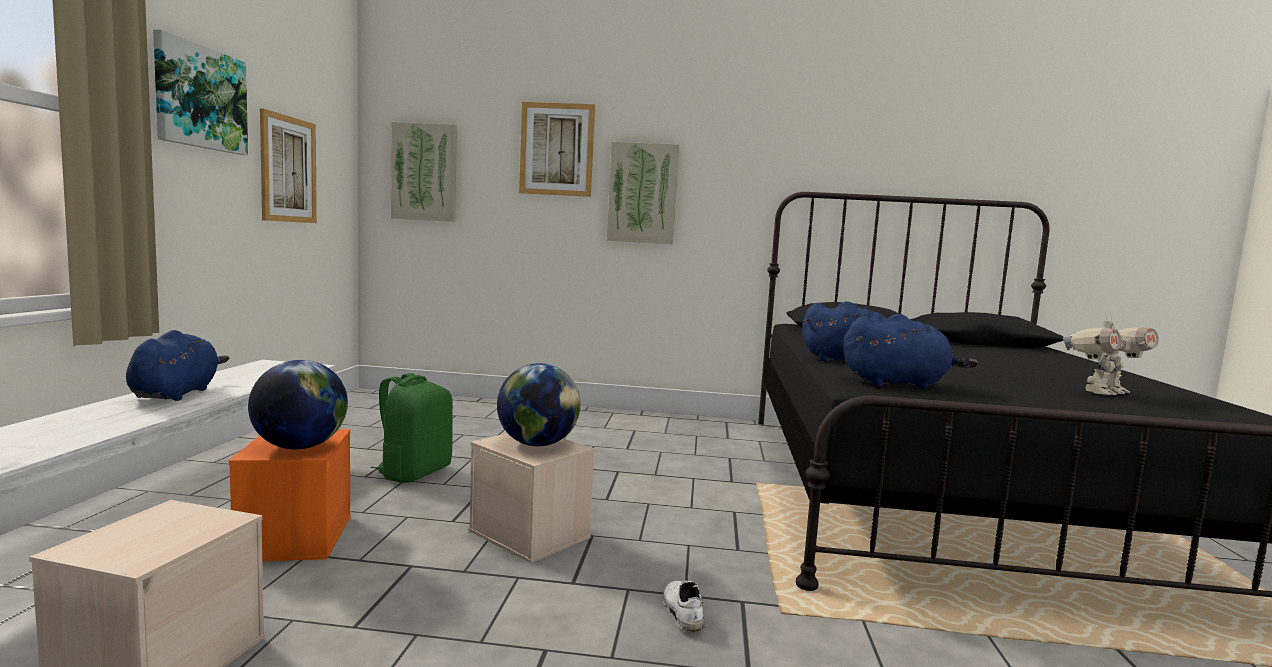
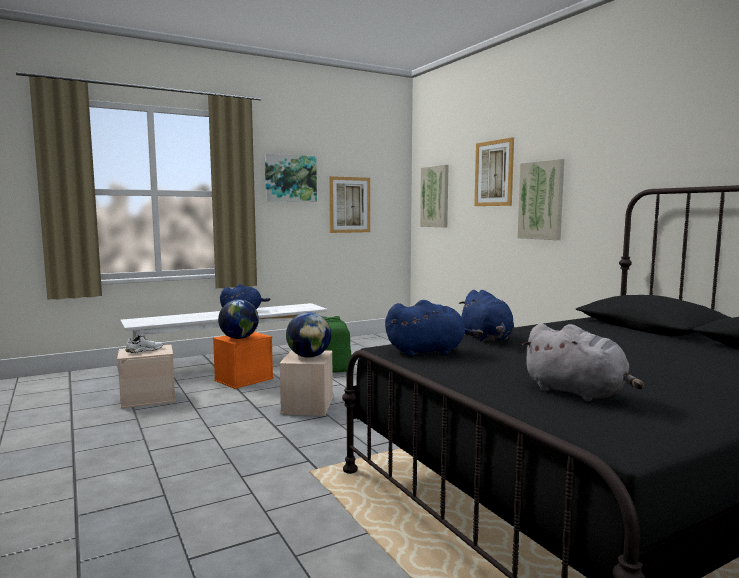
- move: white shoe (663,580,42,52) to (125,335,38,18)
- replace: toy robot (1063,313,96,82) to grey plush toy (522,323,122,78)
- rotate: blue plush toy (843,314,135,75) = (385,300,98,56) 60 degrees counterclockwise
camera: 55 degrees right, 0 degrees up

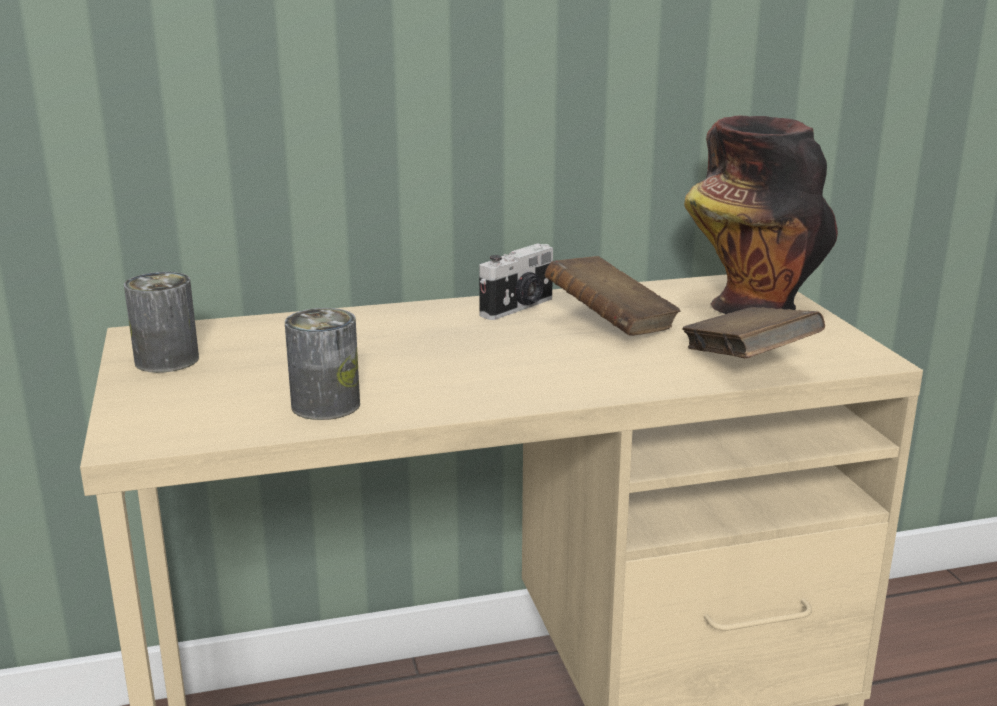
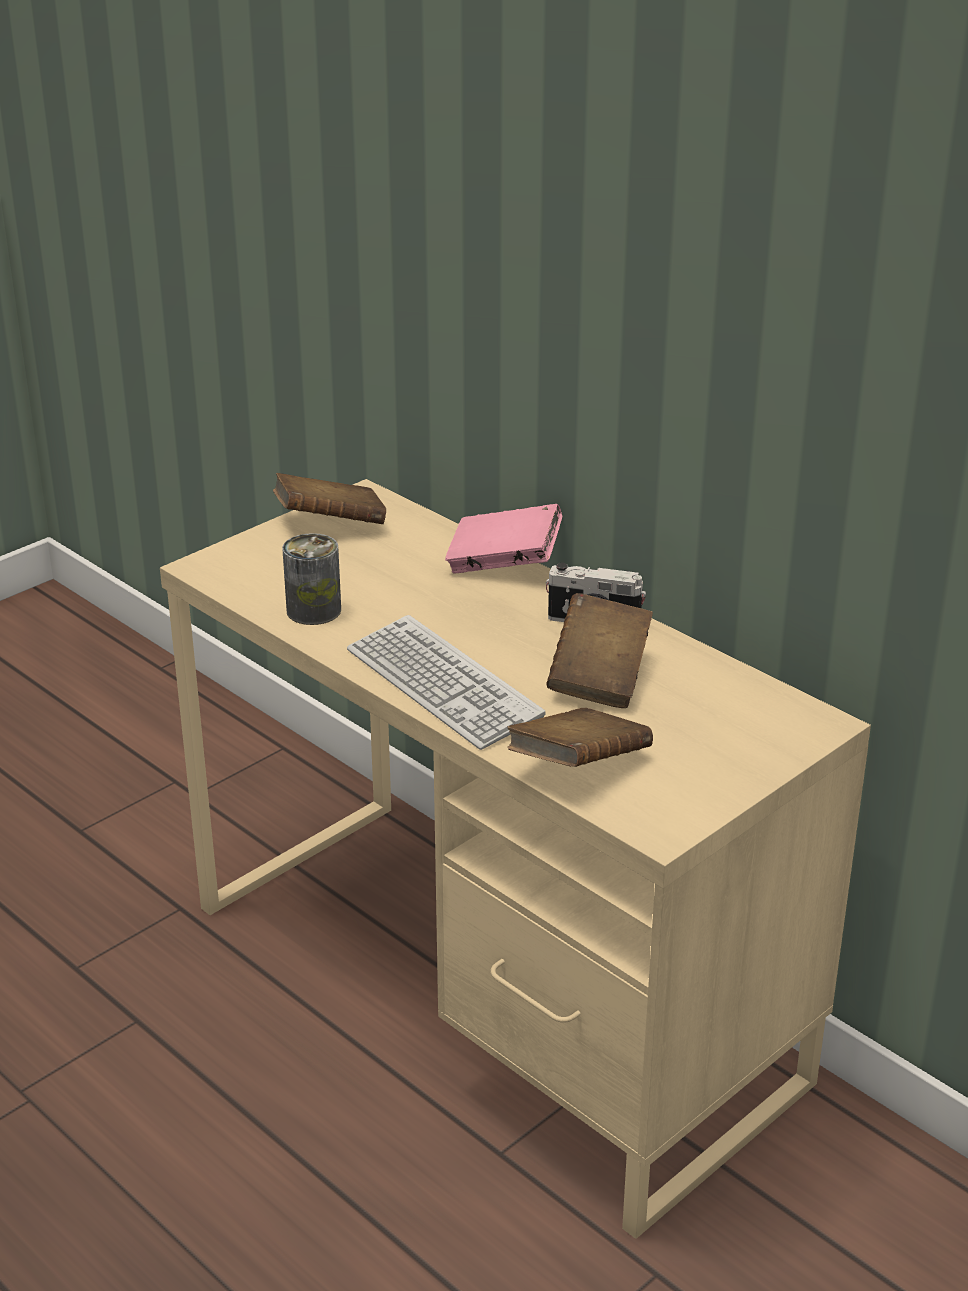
- delete: vase (684,116,154,198)
- insert: keyboard (347,615,198,135)
- insert: pink book (445,504,117,69)
- replace: can (124,272,75,101) to brown book (273,473,113,51)
camera: 60 degrees right, 10 degrees up

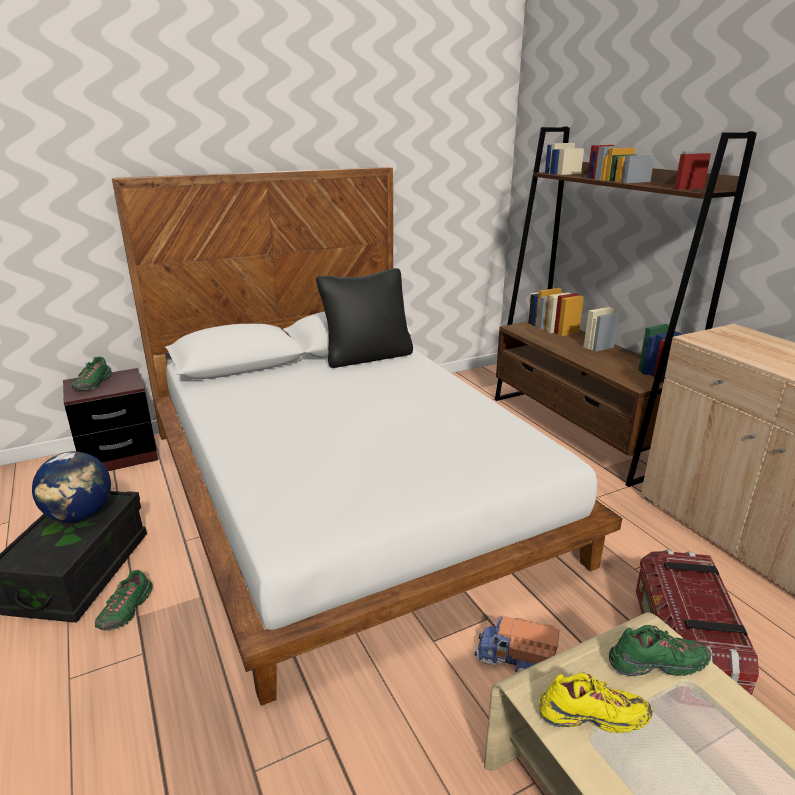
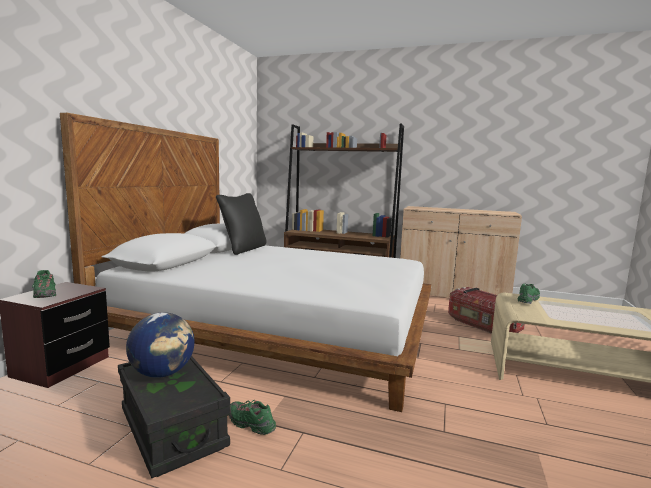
- delete: toy truck (475,616,85,56)
- delete: yellow shoe (539,673,115,60)
- rotate: green shoe (95,570,58,60) = (229,400,47,35) 150 degrees clockwise
camera: 45 degrees left, 15 degrees down

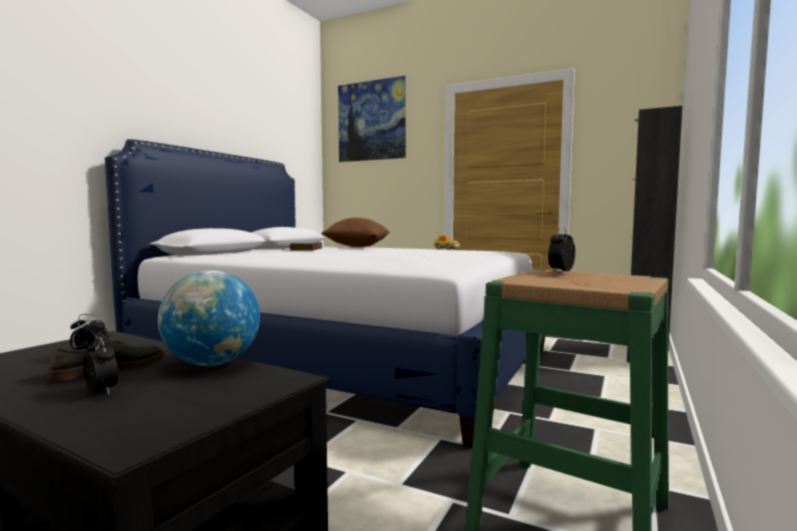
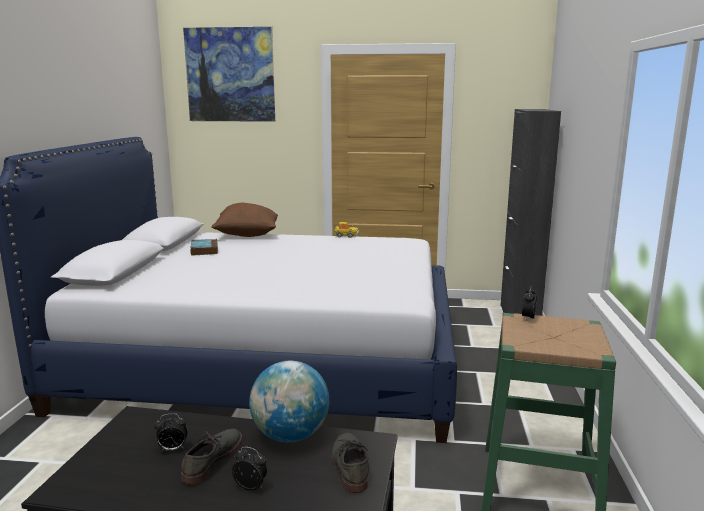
- insert: grey shoe (331,433,38,60)
camera: 20 degrees left, 10 degrees up

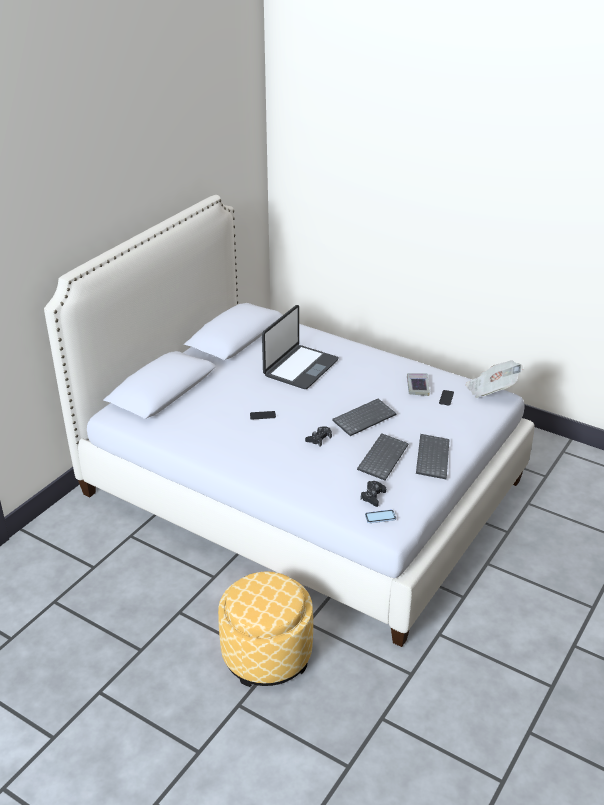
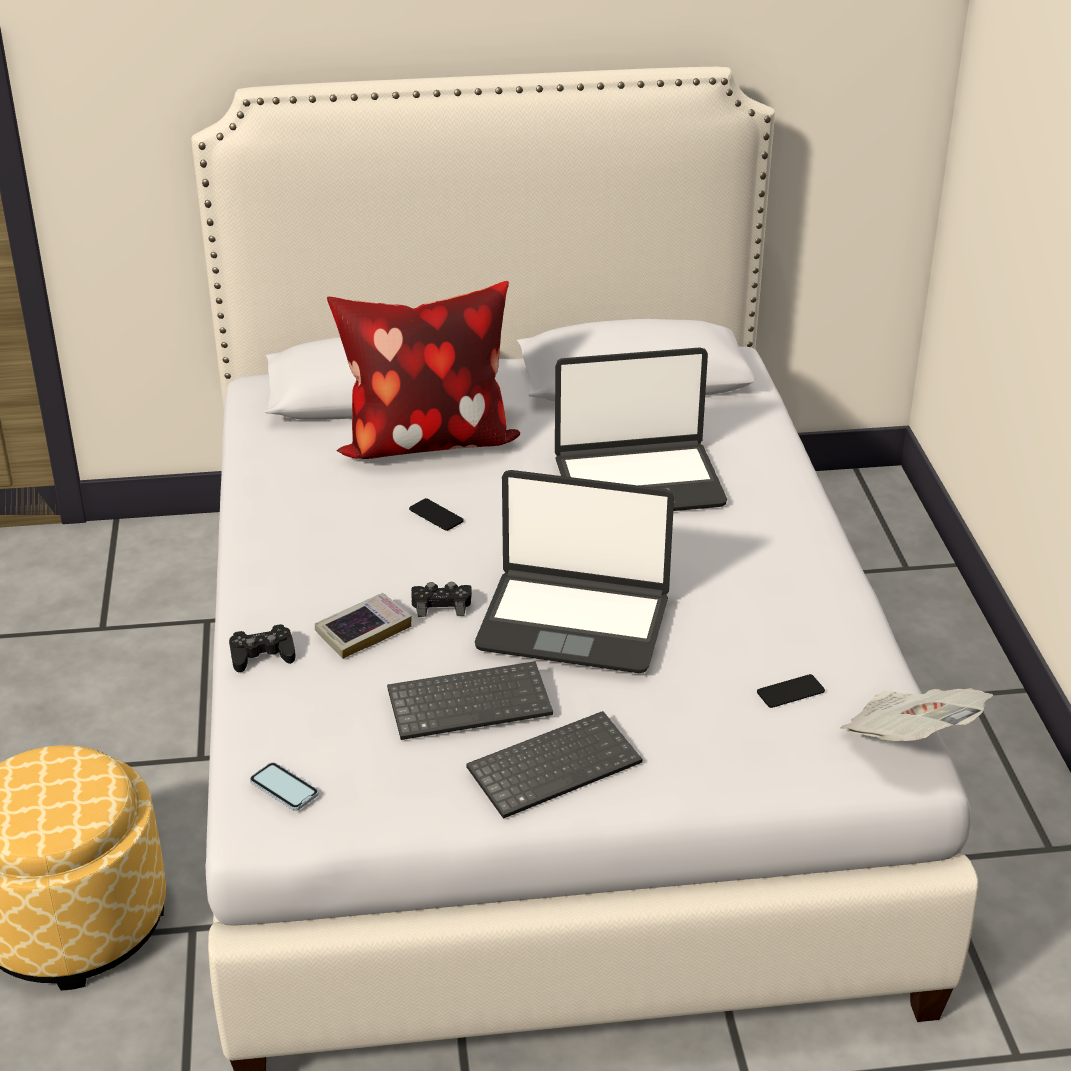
- insert: pillow (327,281,193,178)
- move: black game controller (360,481,26,26) to (229,624,67,48)
- move: book (407,373,23,23) to (315,593,97,66)
- replace: keyboard (332,398,65,38) to laptop (475,470,199,203)
camera: 50 degrees right, 0 degrees up

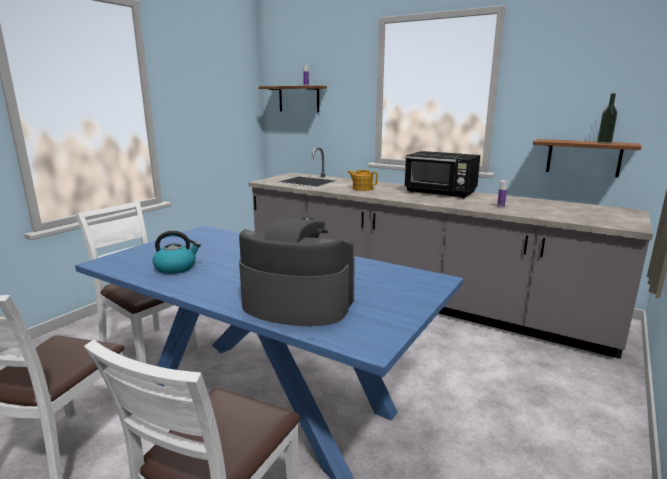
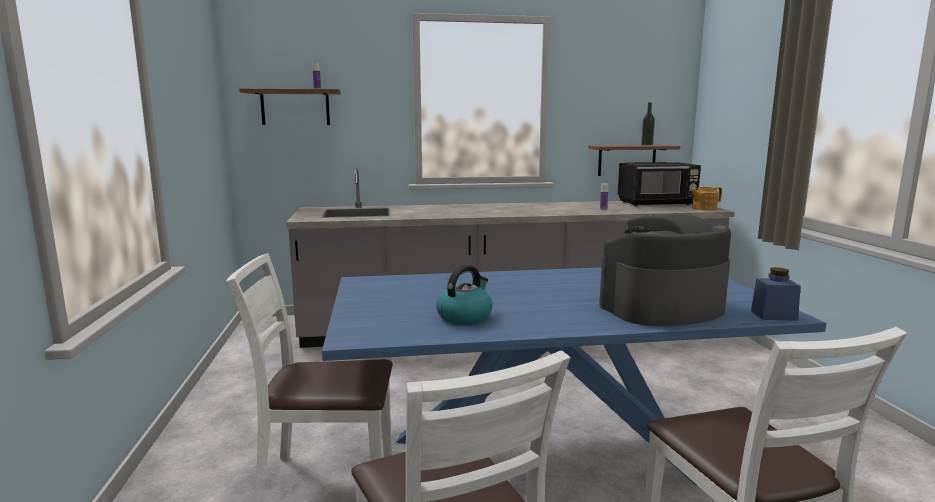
- insert: blue jar (751,267,50,54)
- move: teapot (347,170,31,21) to (689,187,33,23)
- move: black microwave (404,151,76,47) to (618,162,83,44)
camera: 40 degrees left, 5 degrees down

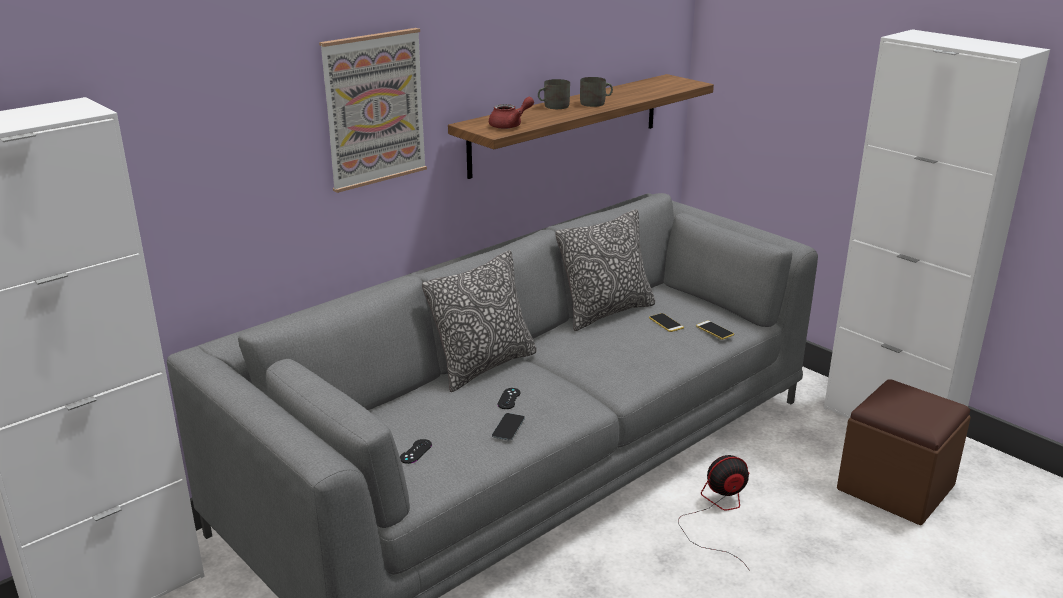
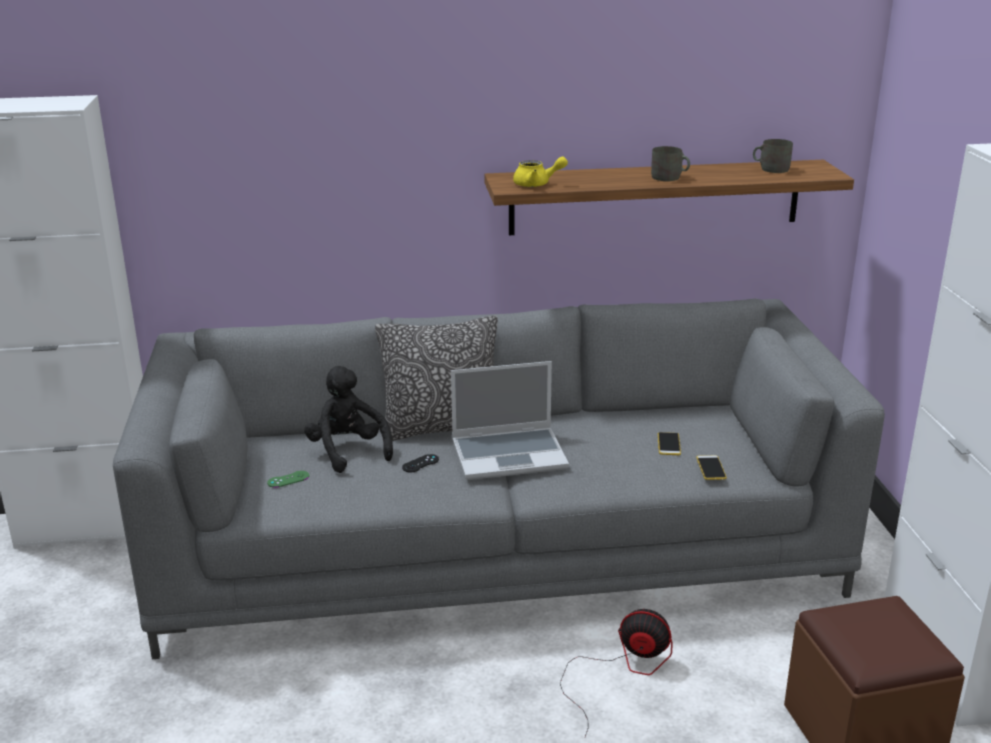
- delete: picture (319,28,108,165)
- delete: phone (492,413,33,27)
- delete: pillow (555,209,100,122)
- insert: black plush toy (304,366,89,107)
- insert: laptop (451,361,118,119)
- move: grey mug (538,79,32,30) to (753,139,40,34)
- recolor: black game controller (400,439,32,25) to green game controller (267,471,42,17)
- recolor: red teapot (489,97,45,32) to yellow teapot (513,156,55,31)
camera: 35 degrees right, 0 degrees up

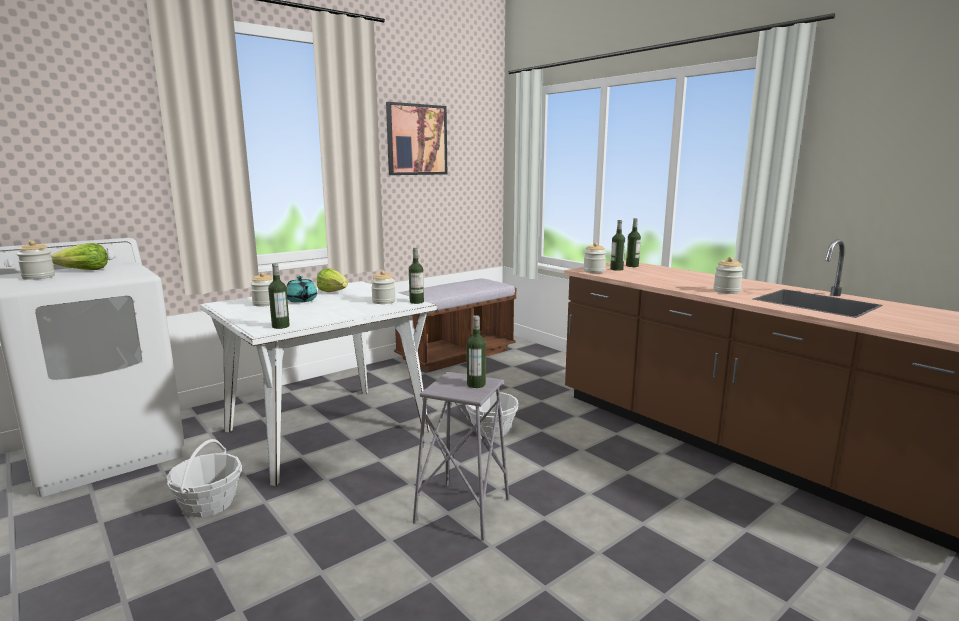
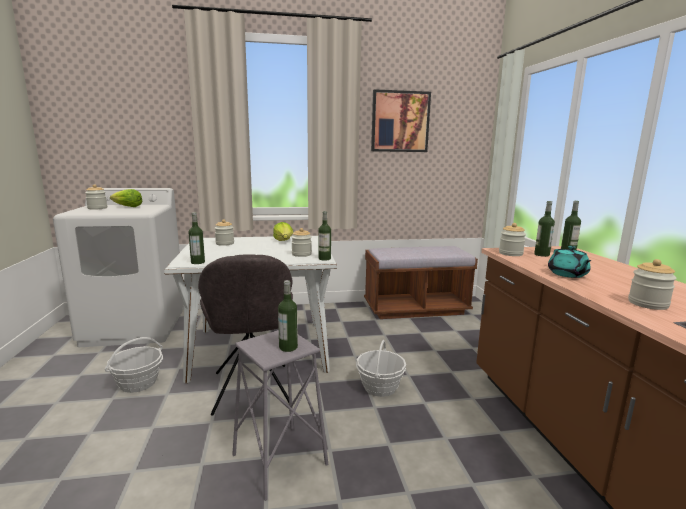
- insert: grey chair (198,254,95,162)
- move: turquoise teapot (286,276,31,27) to (548,246,43,32)
camera: 30 degrees right, 0 degrees up

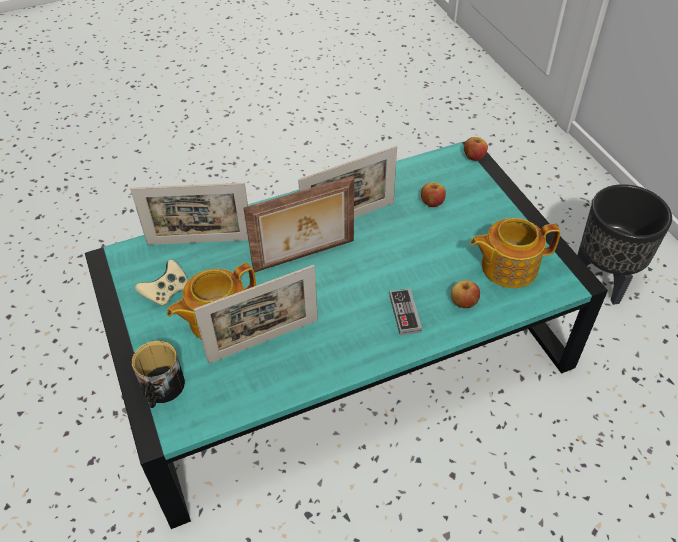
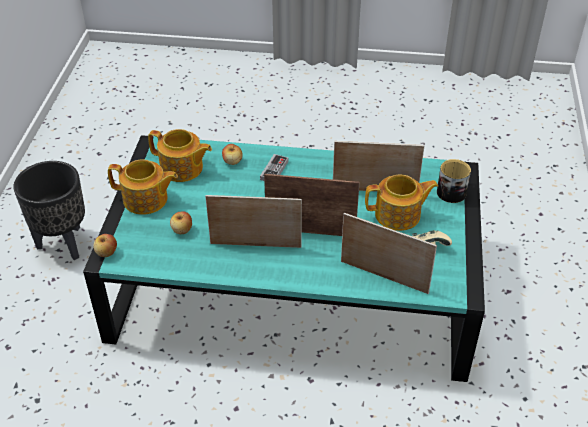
- insert: teapot (108,159,70,56)
camera: 150 degrees left, 5 degrees down

